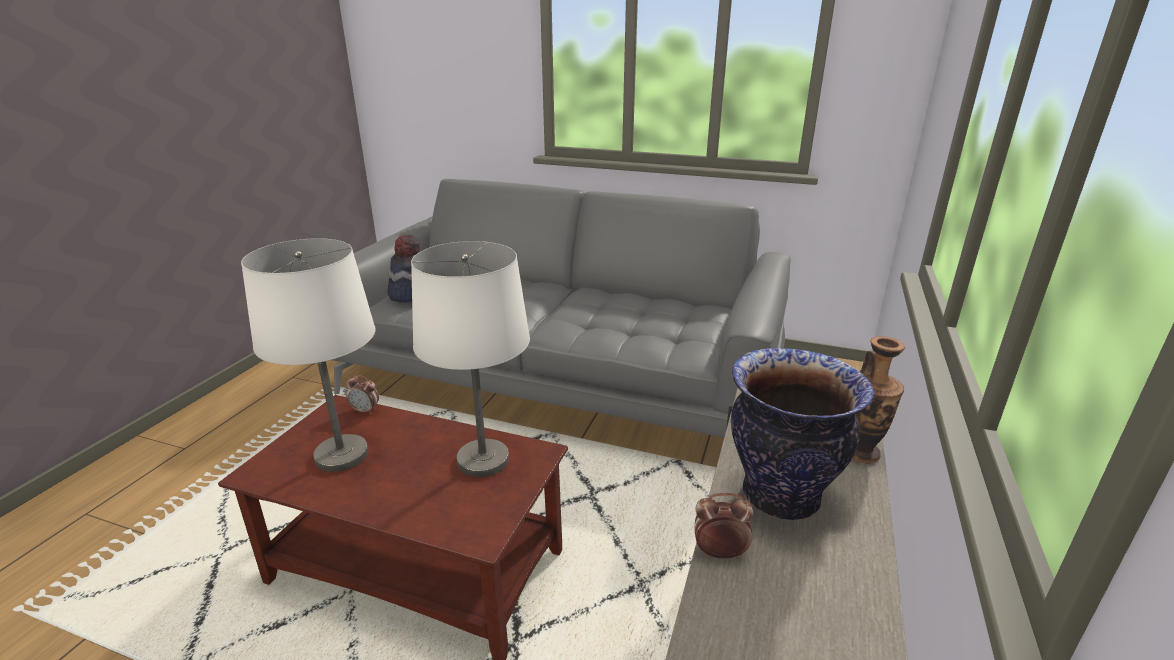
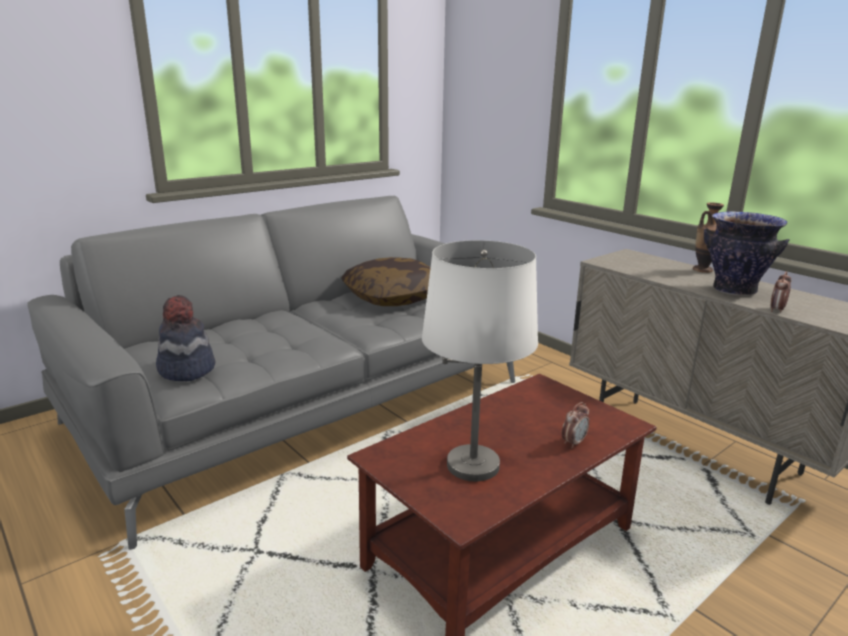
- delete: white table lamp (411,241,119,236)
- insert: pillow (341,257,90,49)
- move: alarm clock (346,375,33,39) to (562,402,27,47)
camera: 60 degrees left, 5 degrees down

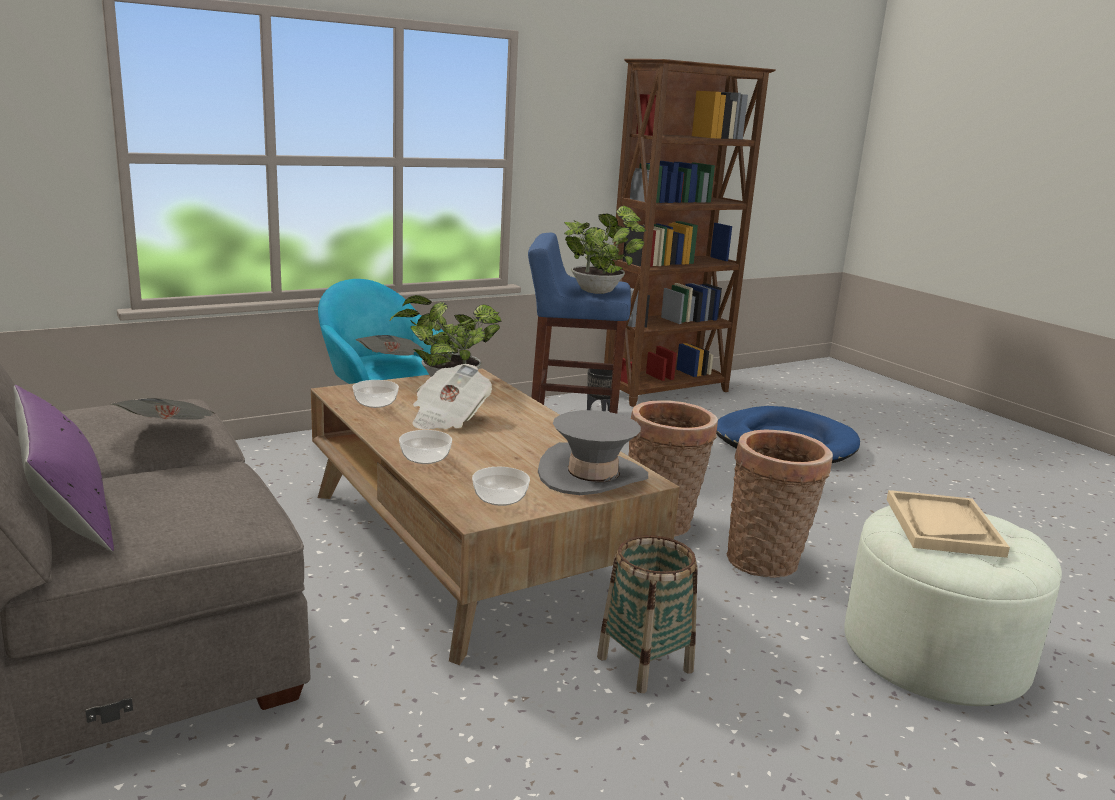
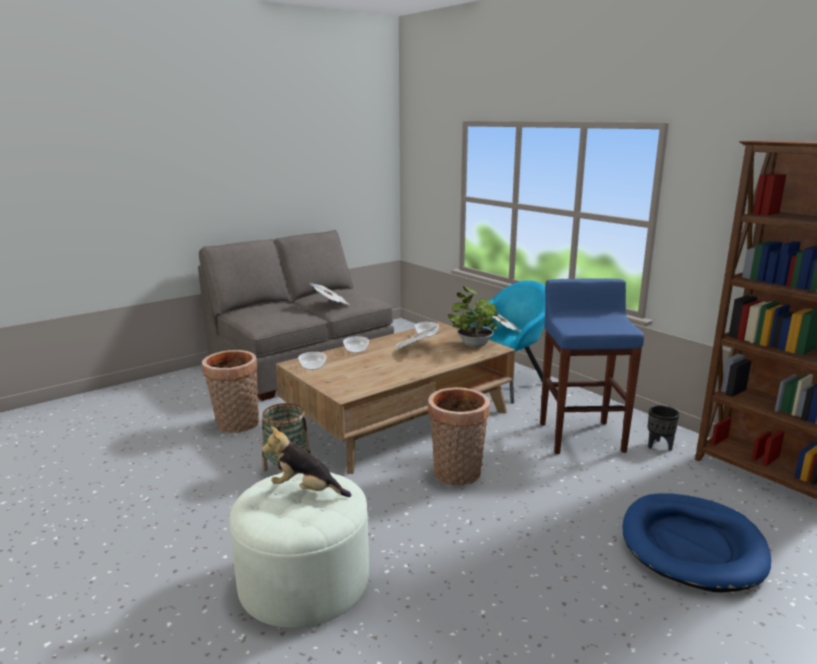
- delete: purple pillow (13,385,101,166)
- delete: grey hat (538,410,110,85)
- delete: potted plant (564,206,82,88)
- move: basket (727,430,106,148) to (202,350,57,83)
- replace: beige tray (887,490,123,68) to plush toy (262,426,90,71)
camera: 85 degrees right, 0 degrees up

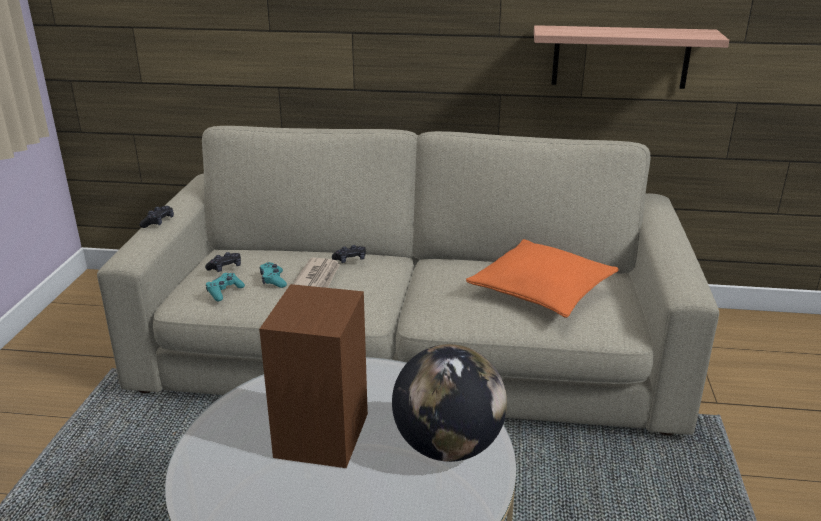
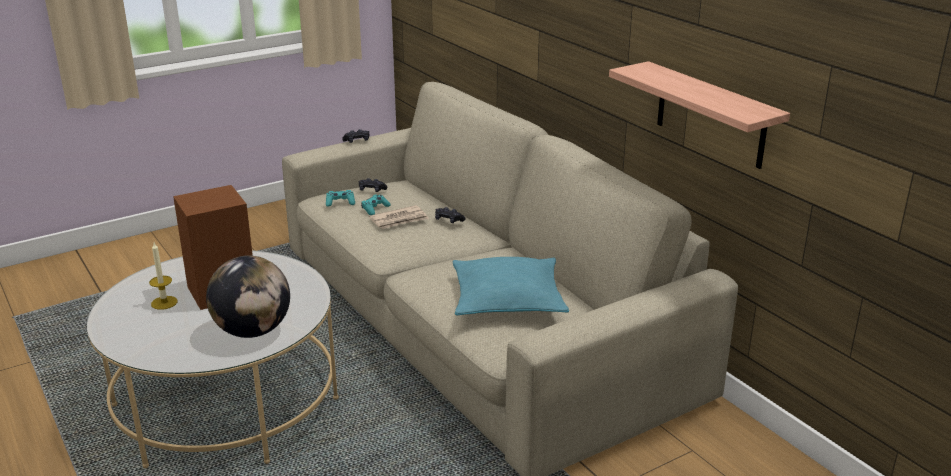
- insert: candle (149,243,29,67)
- recolor: orange pillow (466,239,153,79) to turquoise pillow (453,257,116,58)
camera: 50 degrees right, 0 degrees up

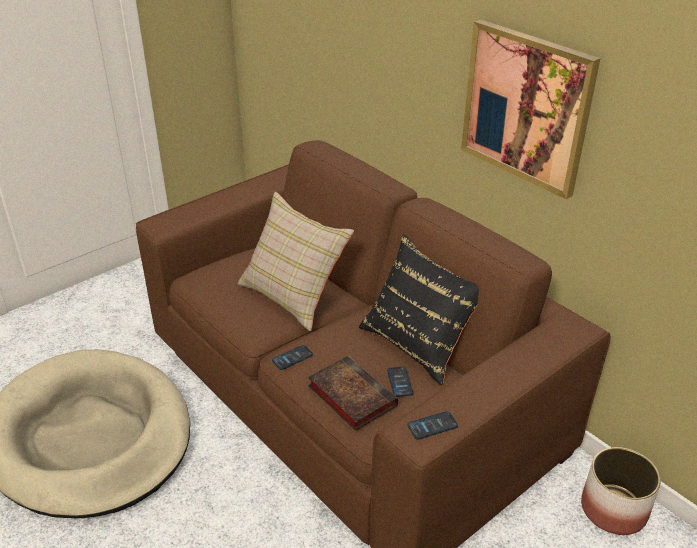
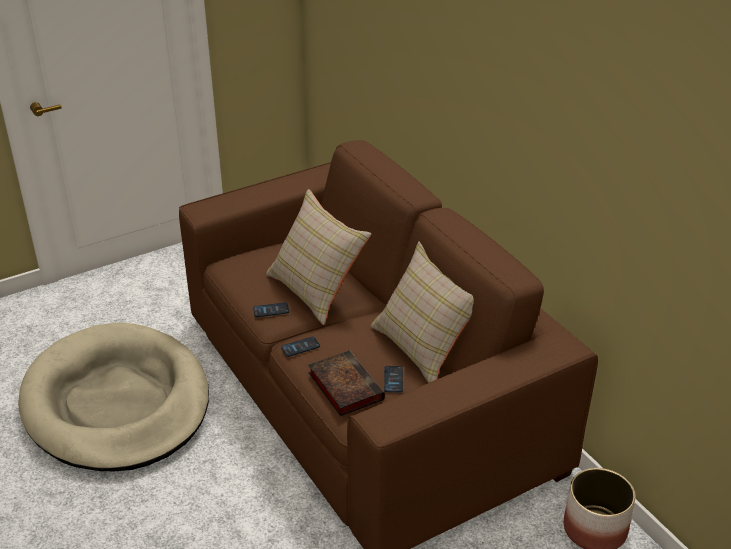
- delete: picture (461,20,140,179)
- move: phone (407,411,51,29) to (253,302,36,15)
- recolor: black pillow (359,234,120,151) to beige pillow (371,242,103,141)
camera: 10 degrees right, 0 degrees up

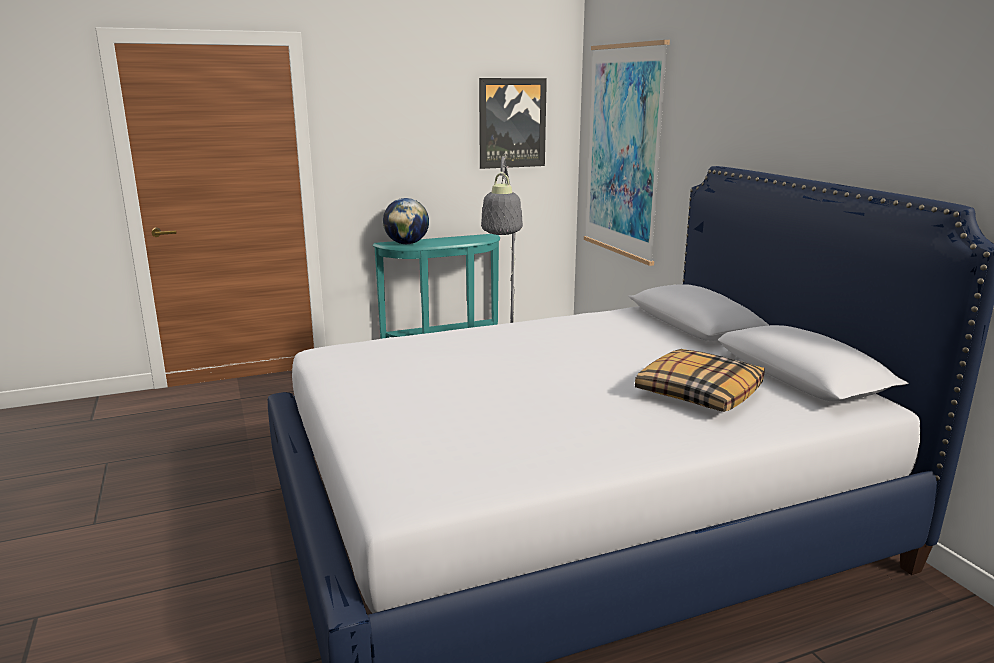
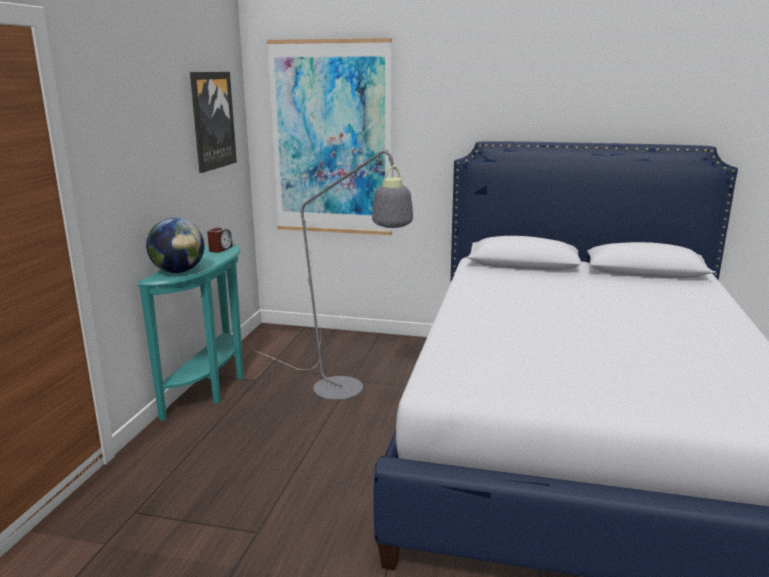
- delete: pillow (635,349,130,63)
- insert: alarm clock (207,228,26,25)
camera: 55 degrees left, 0 degrees up

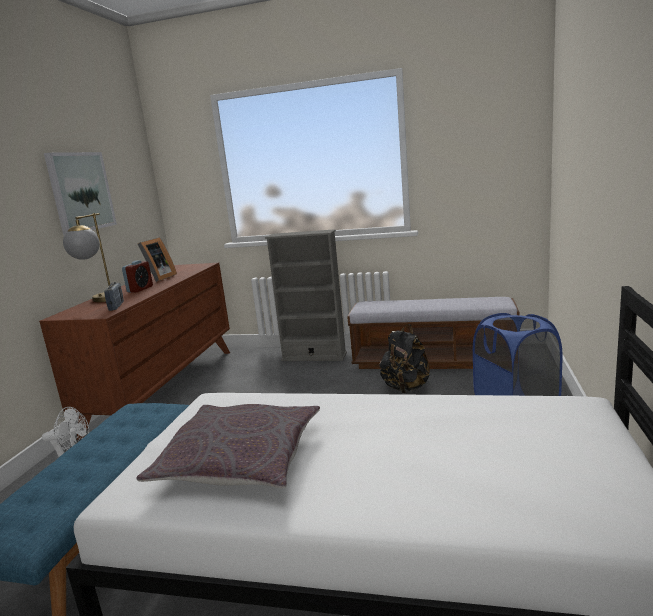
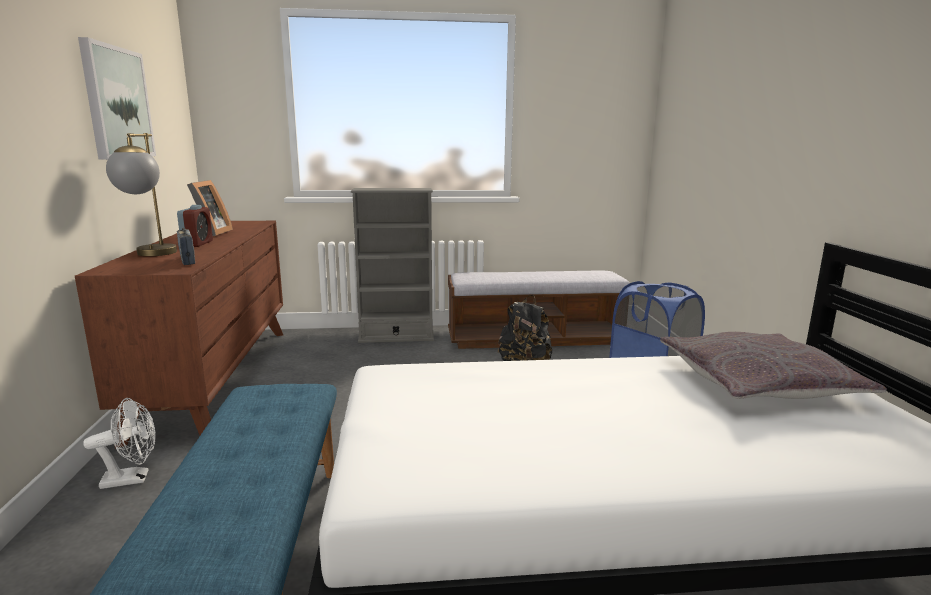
- move: grey pillow (137,404,183,85) to (660,332,227,67)
camera: 20 degrees left, 0 degrees up

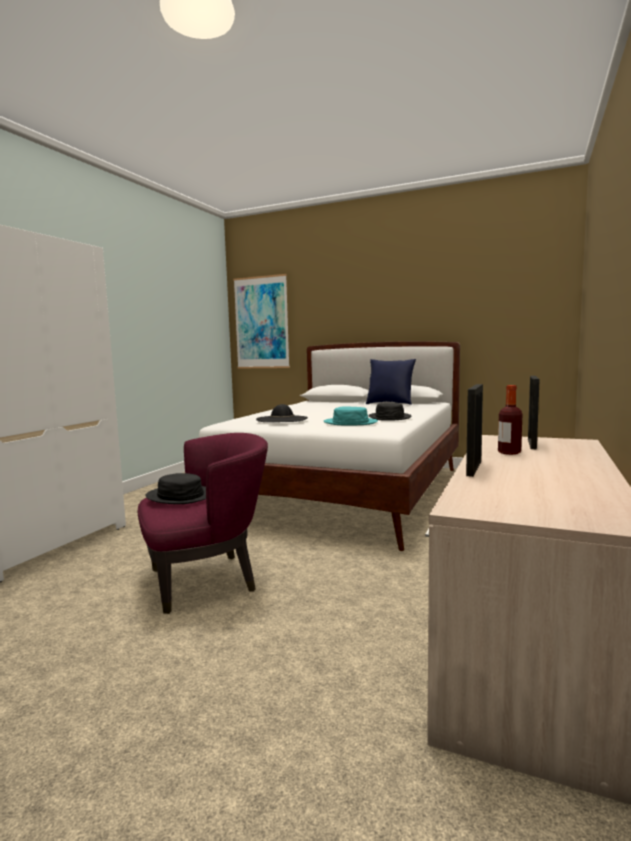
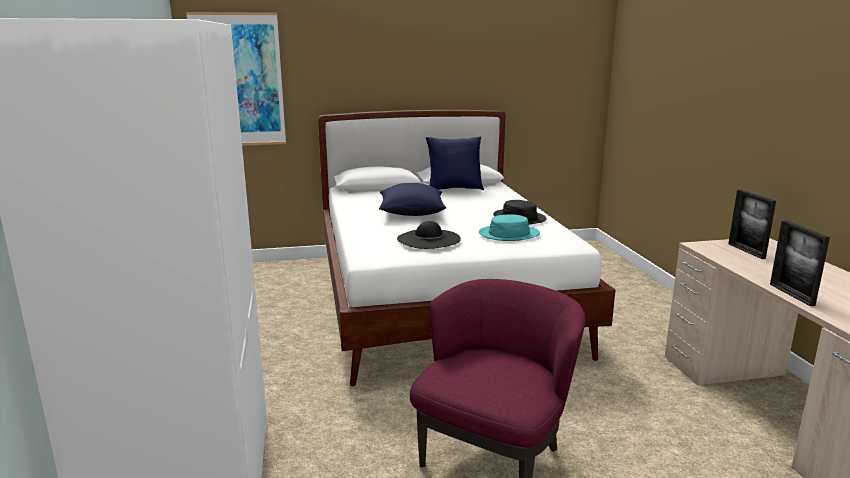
- delete: black hat (145,473,61,31)
- delete: bottle (498,385,24,70)
- insert: blue pillow (379,183,67,33)
camera: 35 degrees left, 10 degrees up

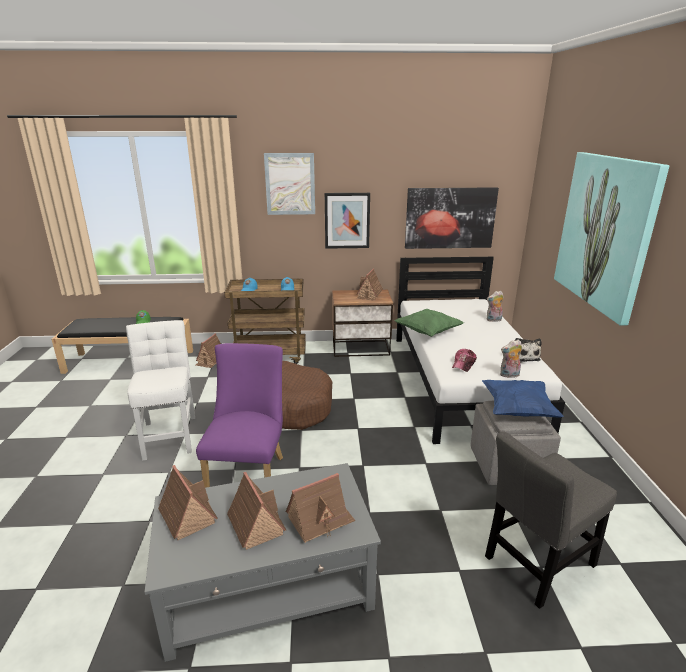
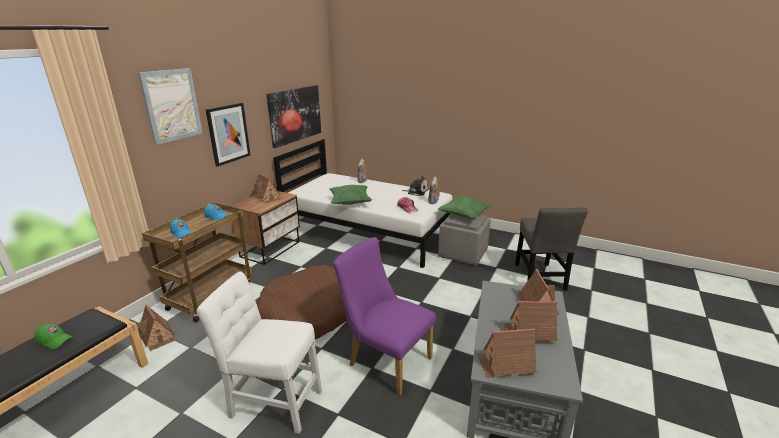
- delete: picture (554,152,116,174)
- recolor: blue pillow (482,380,82,38) to green pillow (438,196,54,23)
camera: 60 degrees left, 0 degrees up

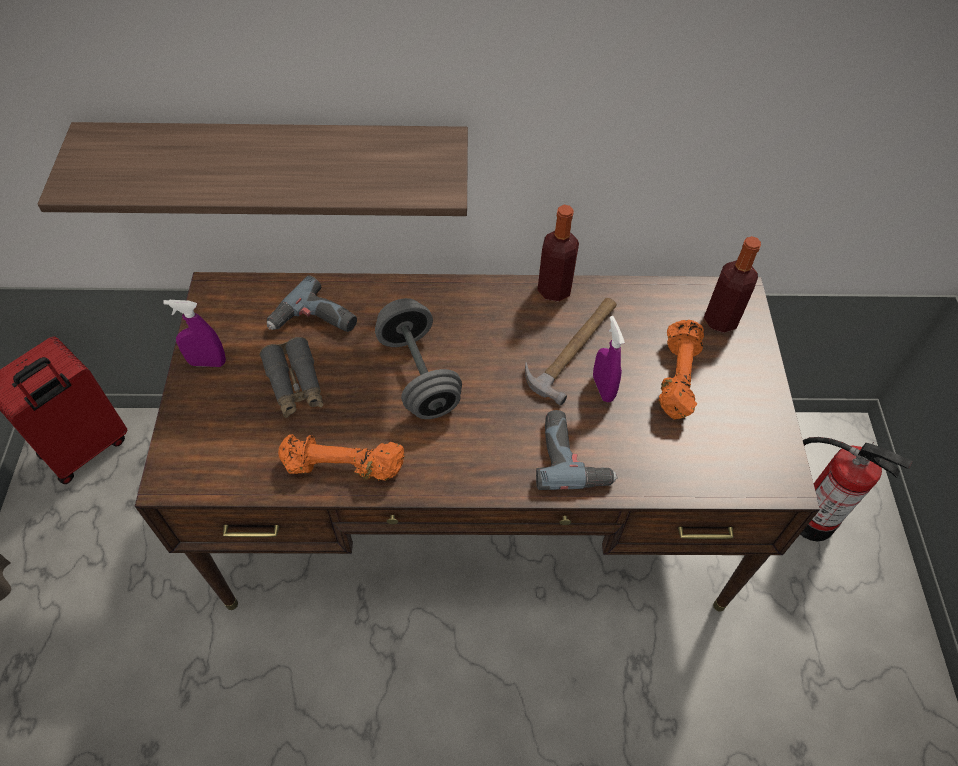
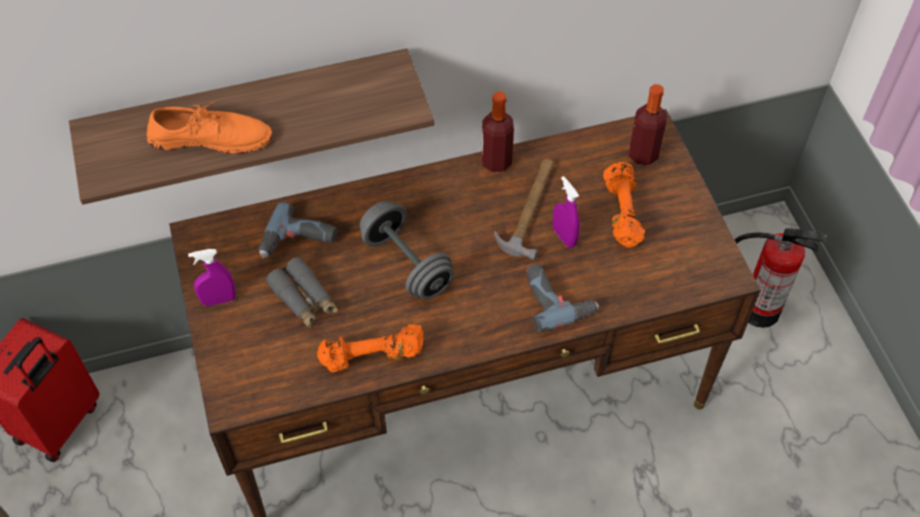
- insert: orange shoe (147,102,125,52)
camera: 15 degrees left, 0 degrees up

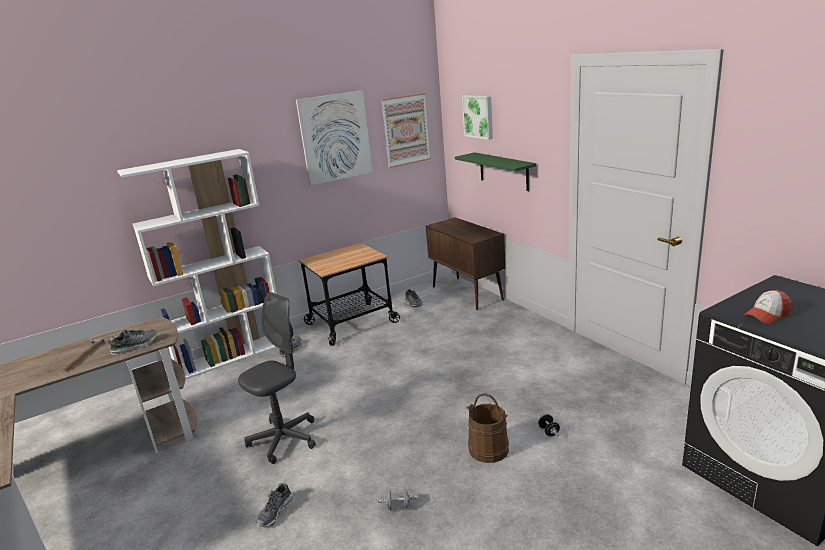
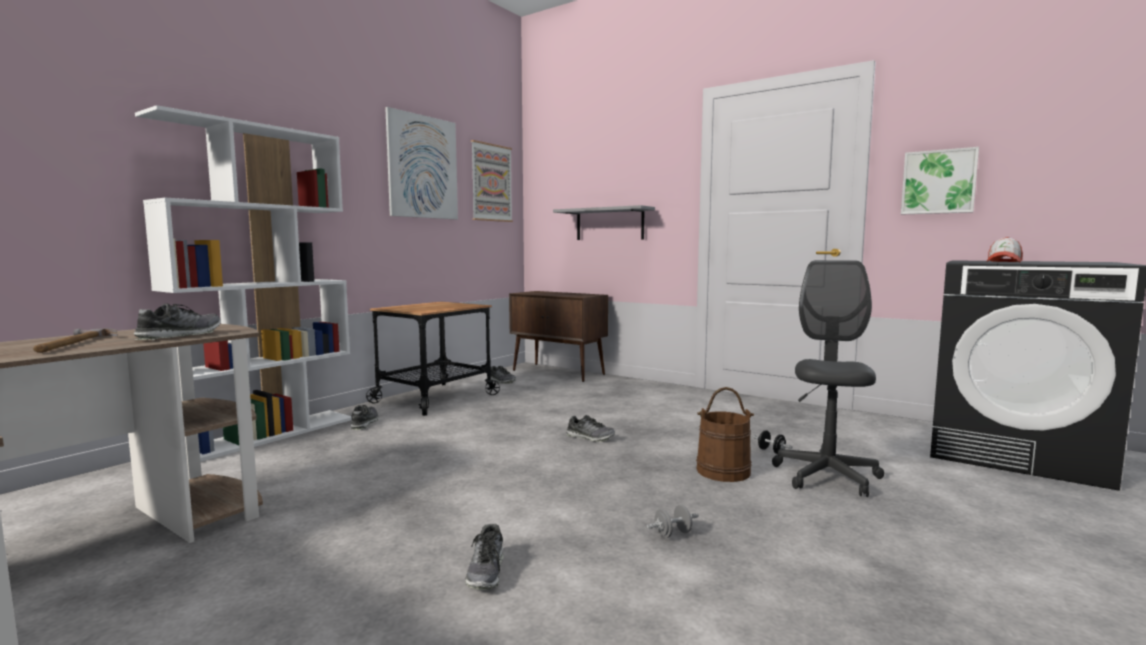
- insert: shoe (566,415,49,27)
- move: grey office chair (238,292,78,172) to (772,260,112,237)
- move: picture (462,95,31,45) to (901,147,78,67)
- recolor: green shelf (455,152,81,39) to grey shelf (553,205,102,35)
camera: 25 degrees left, 15 degrees down

